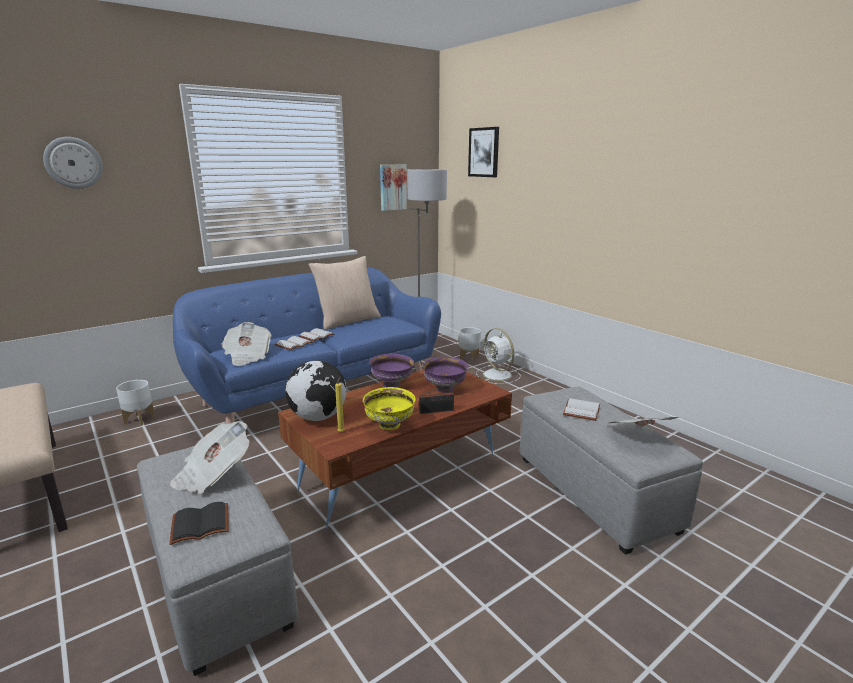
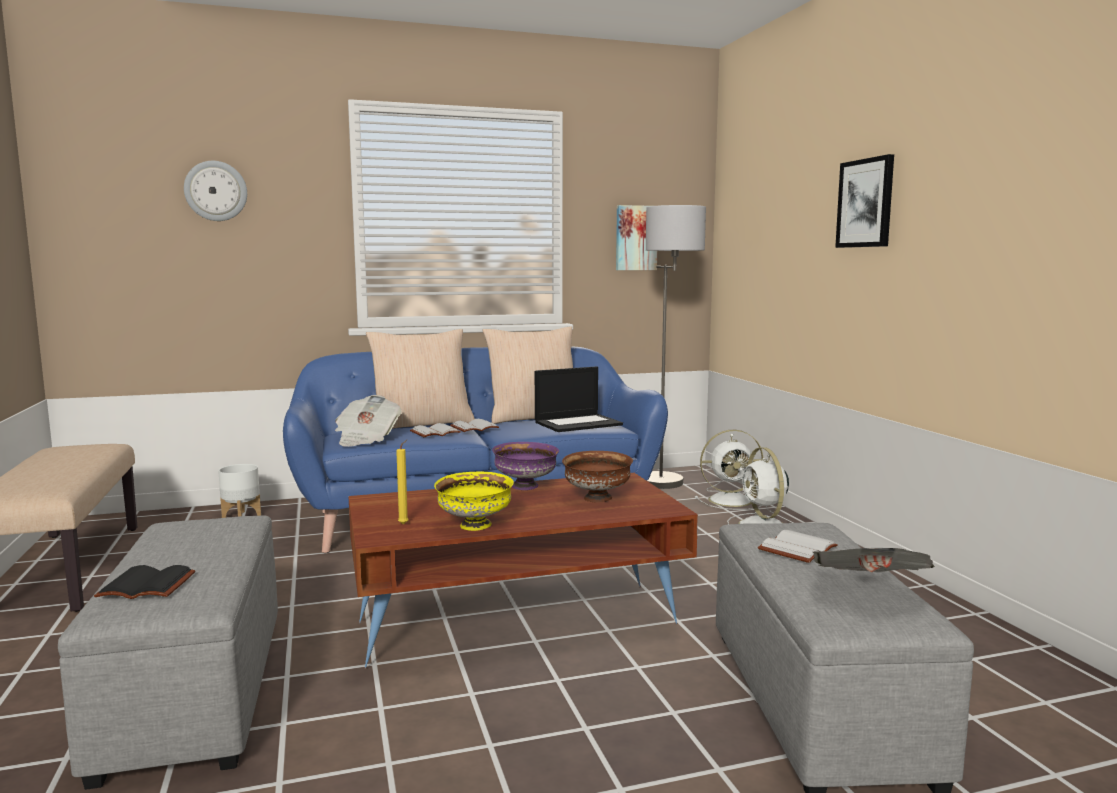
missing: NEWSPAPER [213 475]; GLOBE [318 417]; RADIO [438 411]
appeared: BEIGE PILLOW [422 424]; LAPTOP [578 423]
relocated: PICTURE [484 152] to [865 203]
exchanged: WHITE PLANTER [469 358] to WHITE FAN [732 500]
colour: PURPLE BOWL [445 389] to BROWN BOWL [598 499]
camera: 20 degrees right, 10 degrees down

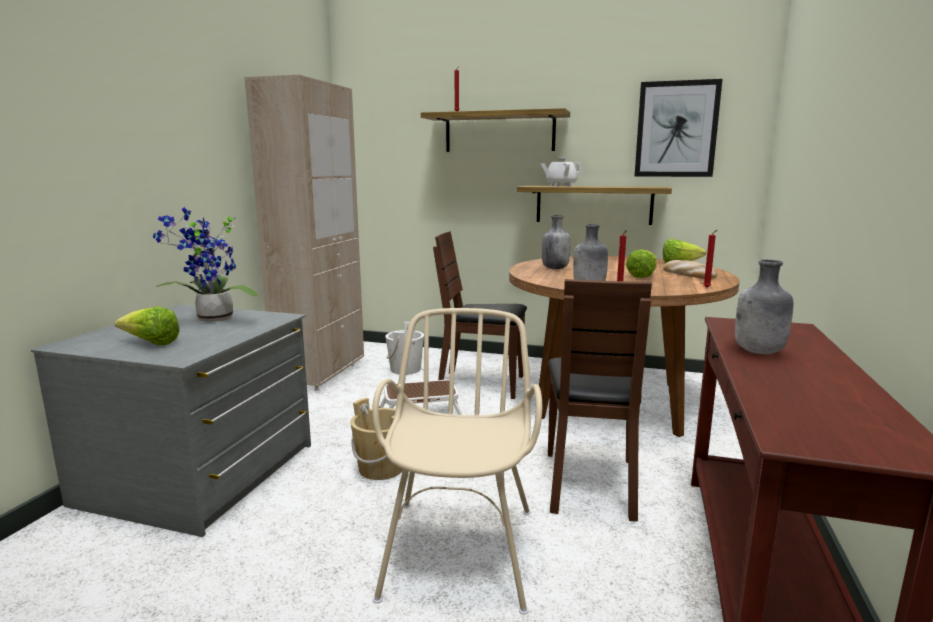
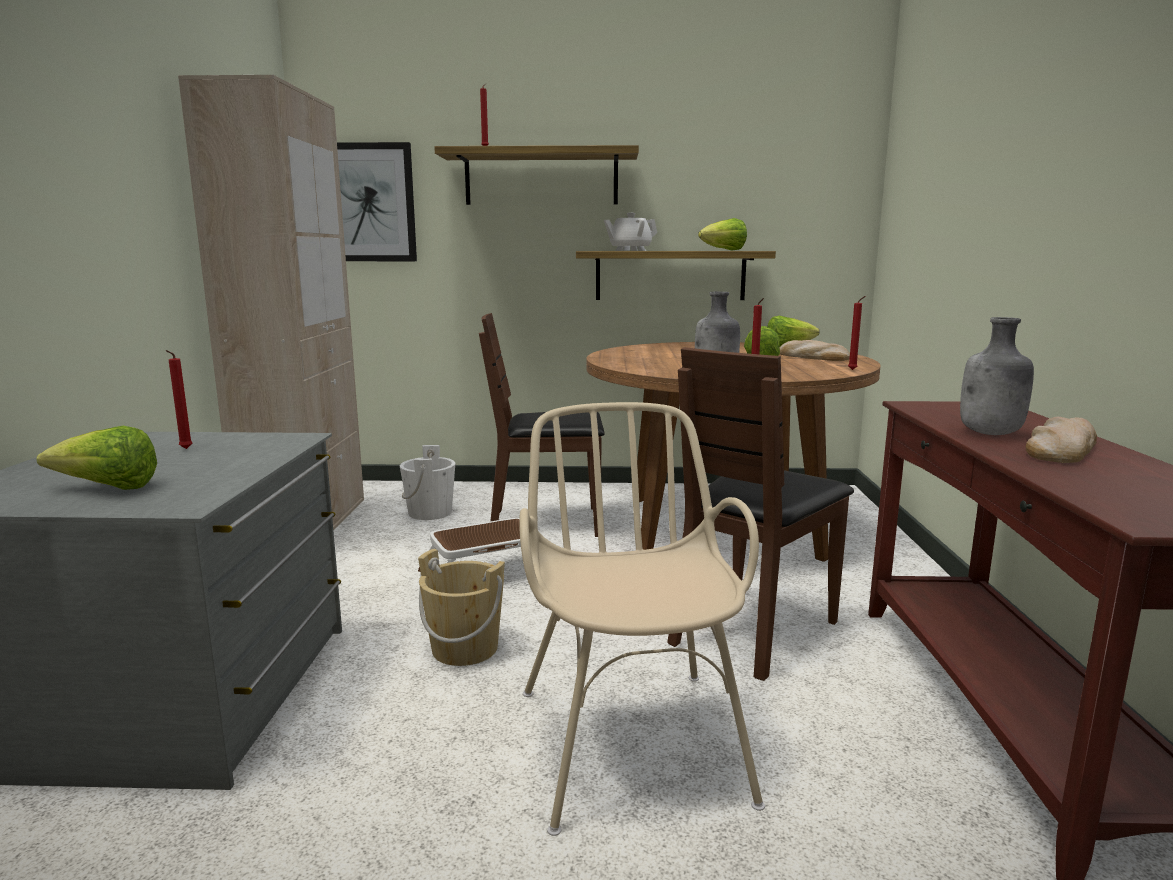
missing: GREY BOTTLE [555 268]
appeared: LETTUCE [724 250]; BREAD [1060 448]
relocated: PICTURE [676 129] to [368 203]
exchanged: POTTED PLANT [212 320] to RED CANDLE [184 449]
spun: BROWN CHAIR [590 483] = [752 631] 45 degrees clockwise
camera: 15 degrees left, 0 degrees up

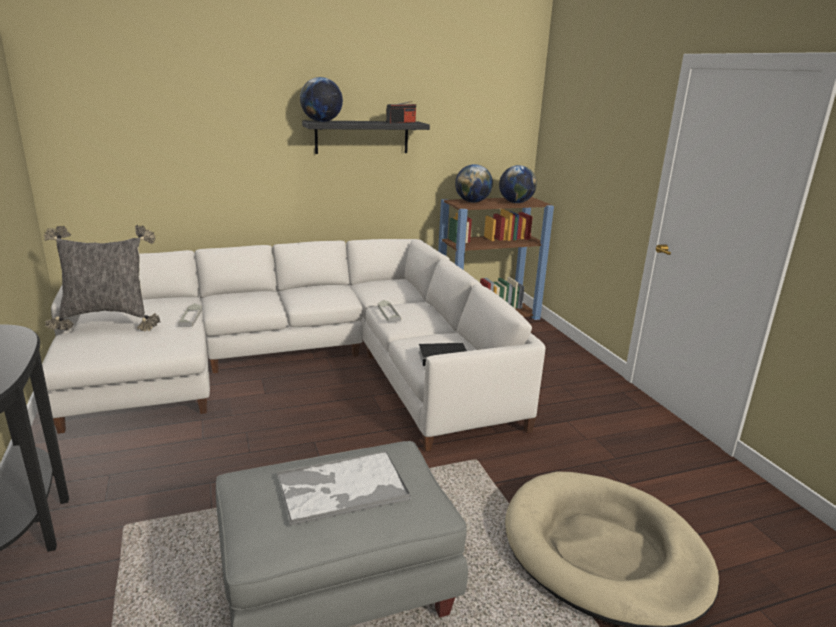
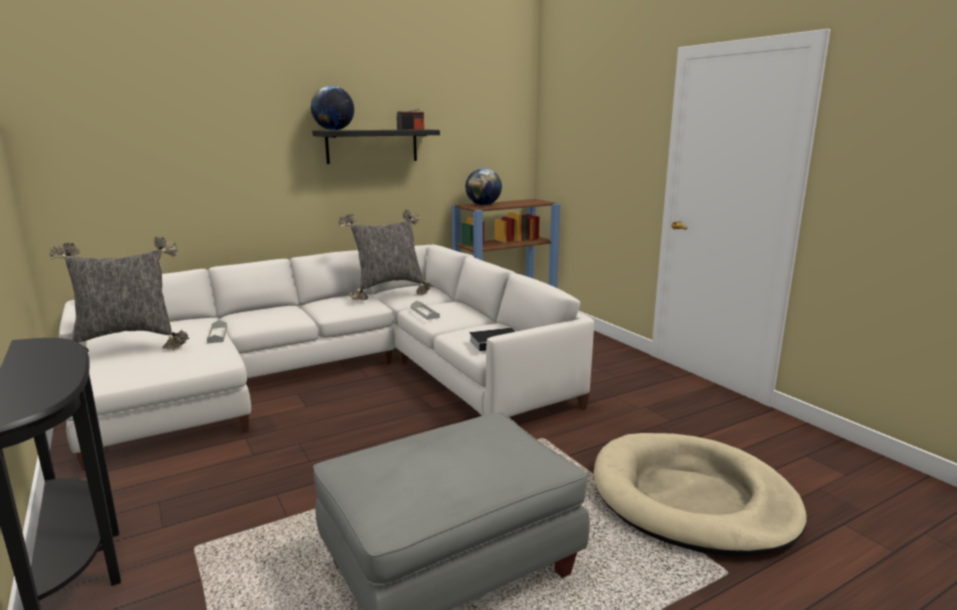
missing: TRAY [341 488]; GLOBE [515 202]
appeared: PILLOW [387 296]
camera: 10 degrees left, 5 degrees down

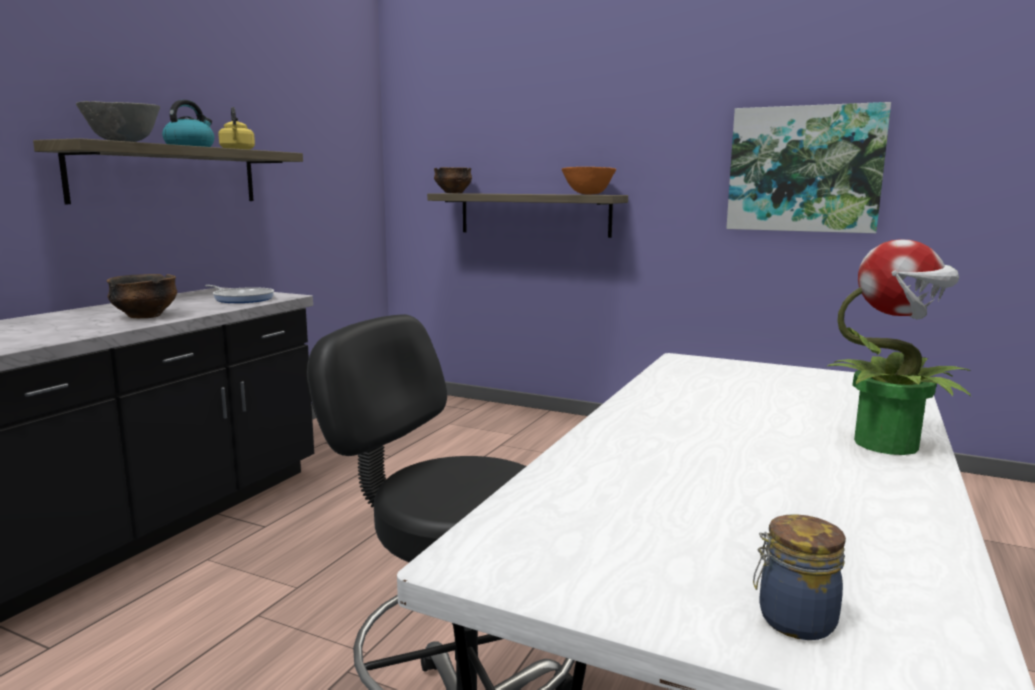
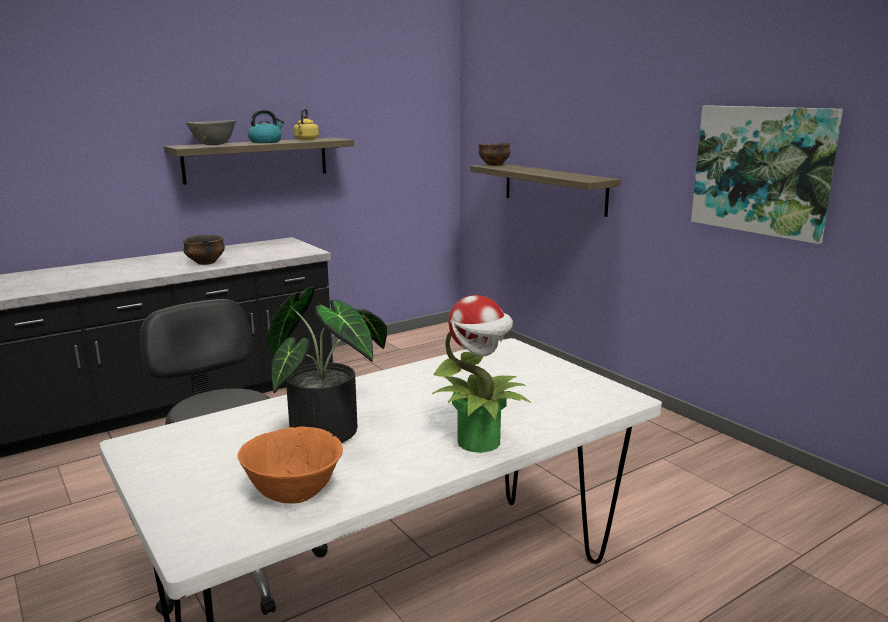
missing: FRYING PAN [242 299]; JAR [793 621]
appeared: POTTED PLANT [333 431]
relocated: ORANGE BOWL [588 194] to [293 493]
camera: 30 degrees right, 5 degrees up

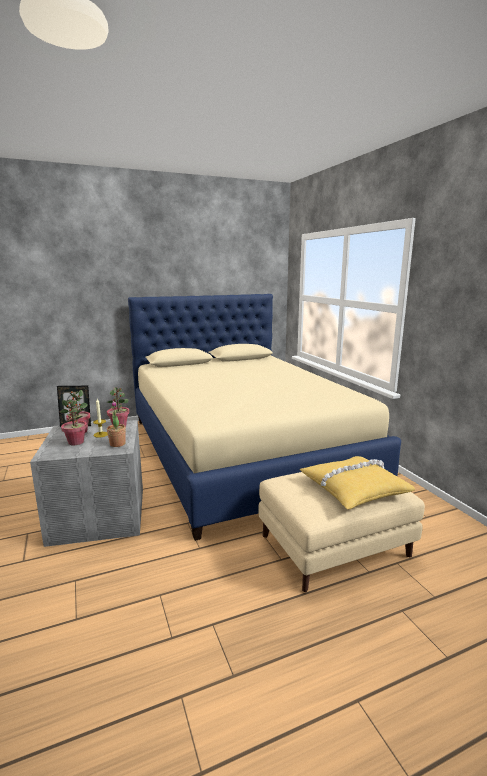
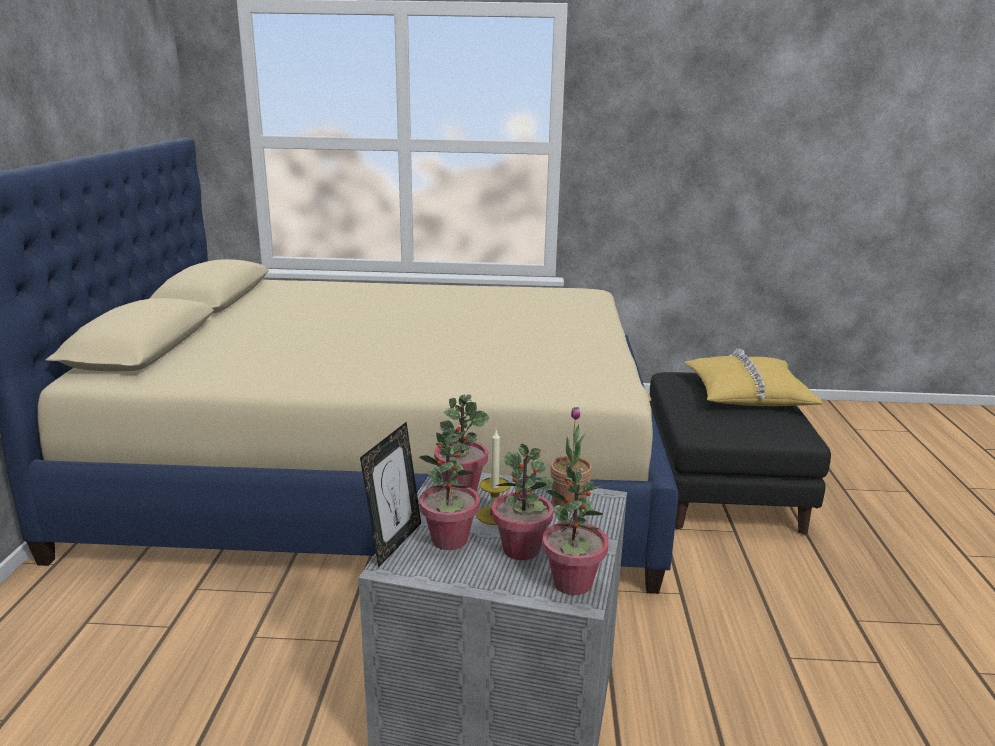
appeared: POTTED PLANT [572 583]
colour: BEIGE OTTOMAN [335 545] to BLACK OTTOMAN [719 485]
camera: 65 degrees left, 5 degrees up

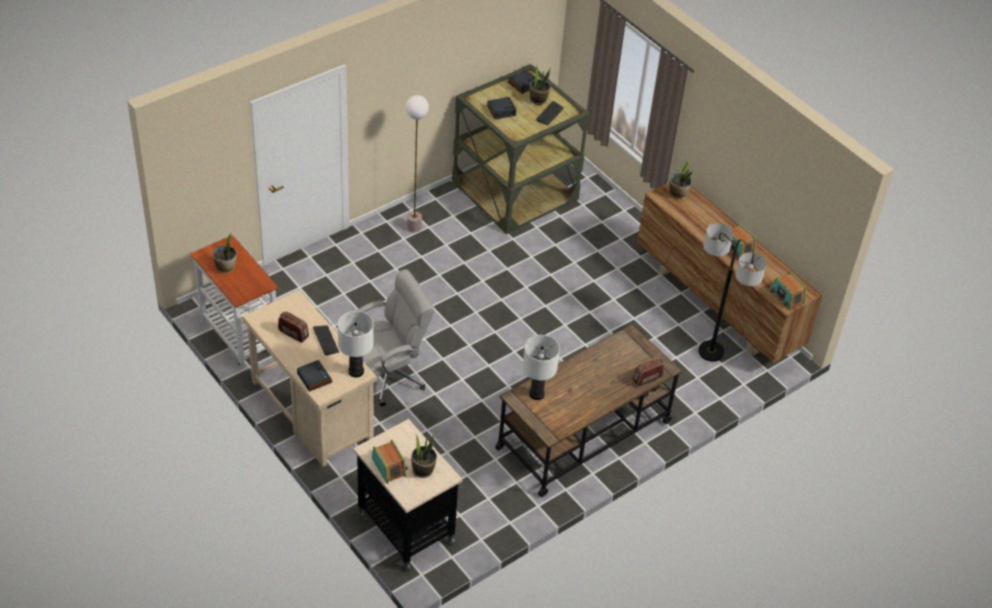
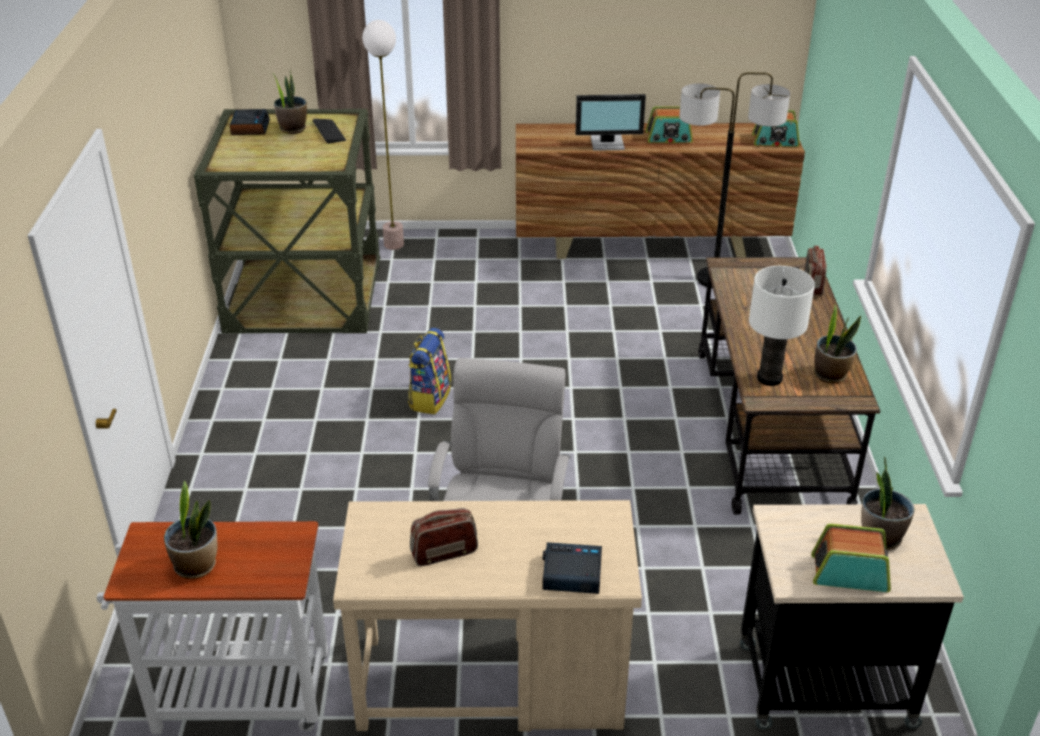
missing: KEYBOARD [326 340]; WHITE TABLE LAMP [355 371]; ALARM CLOCK [501 110]
appeared: BACKPACK [429 398]; MONITOR [608 144]
relocated: FLOOR LAMP [414 227] to [393 244]; POTTED PLANT [678 194] to [830 374]
camera: 50 degrees left, 10 degrees down

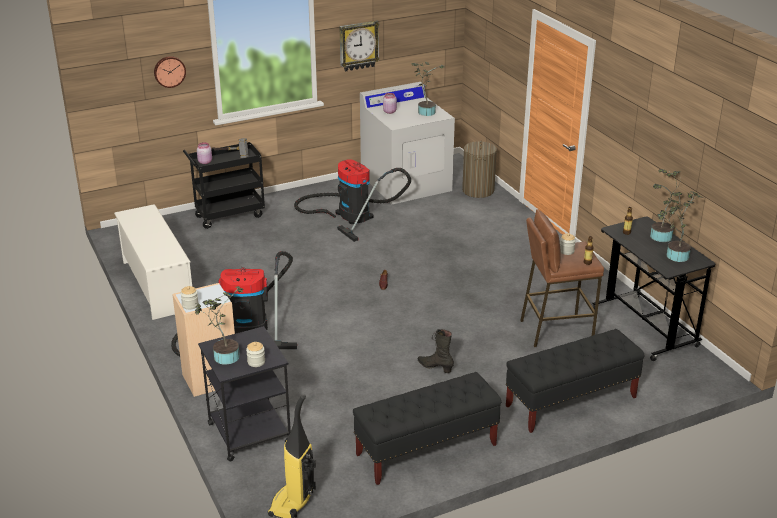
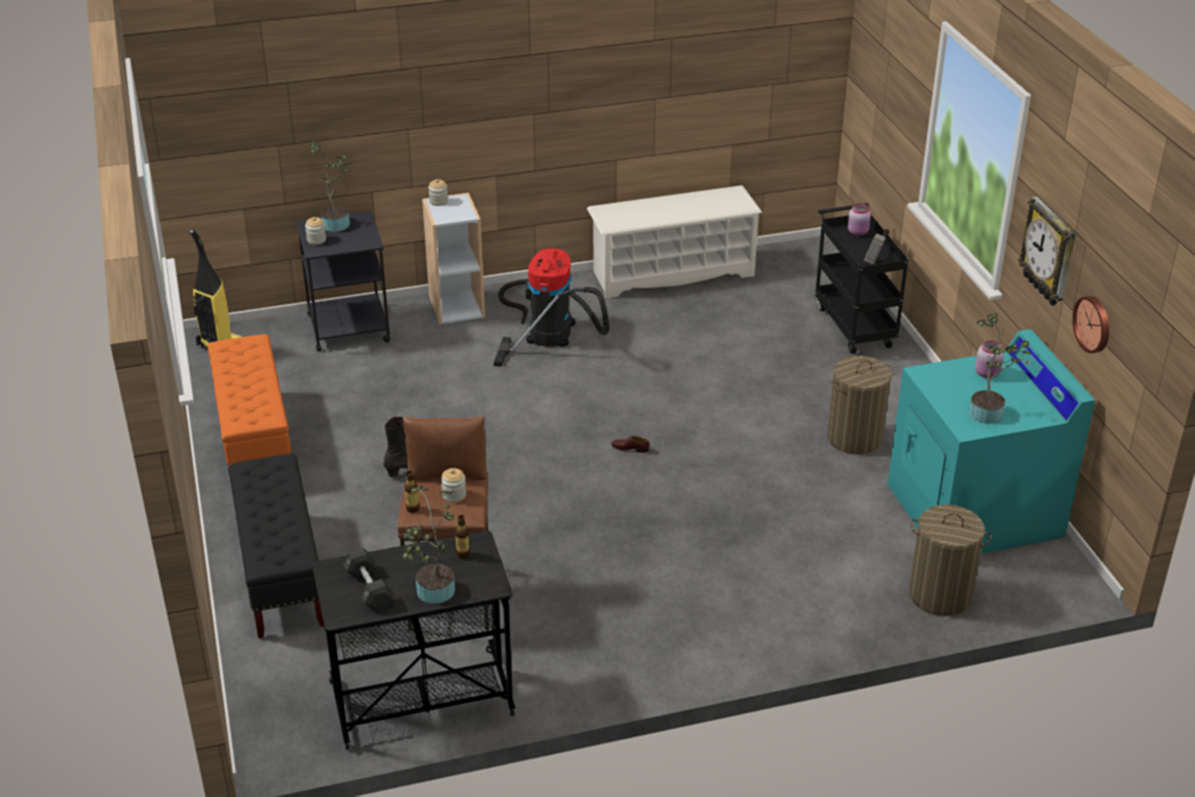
relocated: WALL CLOCK [169 71] to [1093 324]
exchanged: VACUUM CLEANER [351 214] to LAUNDRY BASKET [854 438]; POTTED PLANT [674 256] to BLACK DUMBBELL [369 588]
colour: BLACK BENCH [426 450] to ORANGE BENCH [255 440]; WHITE WASHING MACHINE [406 182] to TURQUOISE WASHING MACHINE [974 511]
camera: 100 degrees right, 5 degrees up

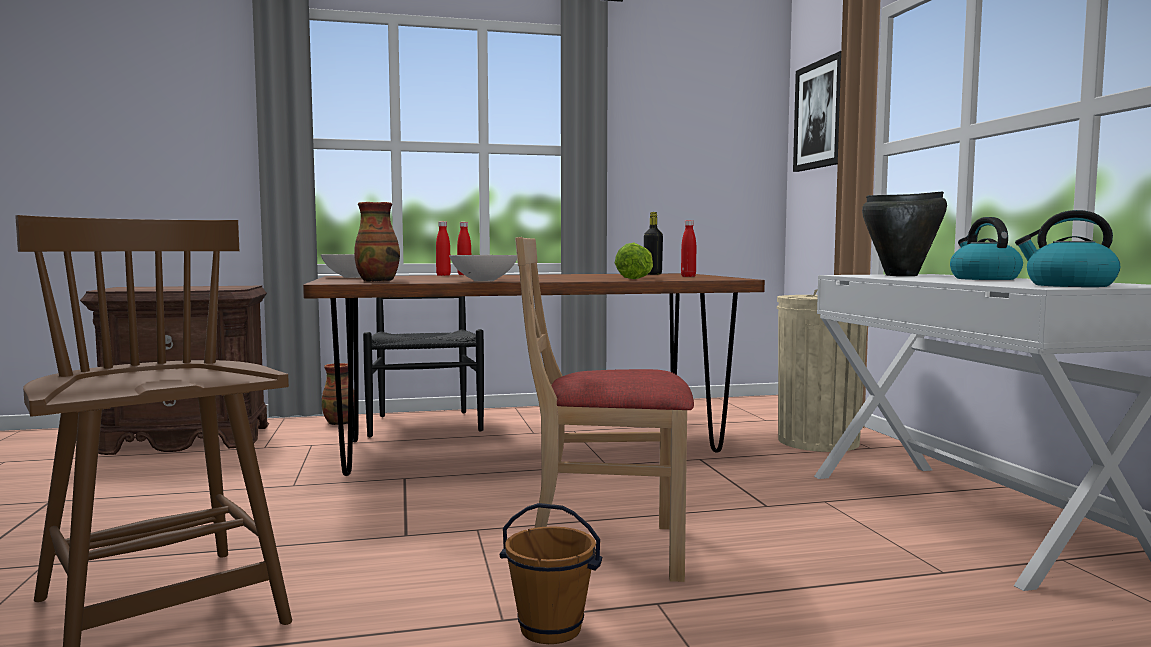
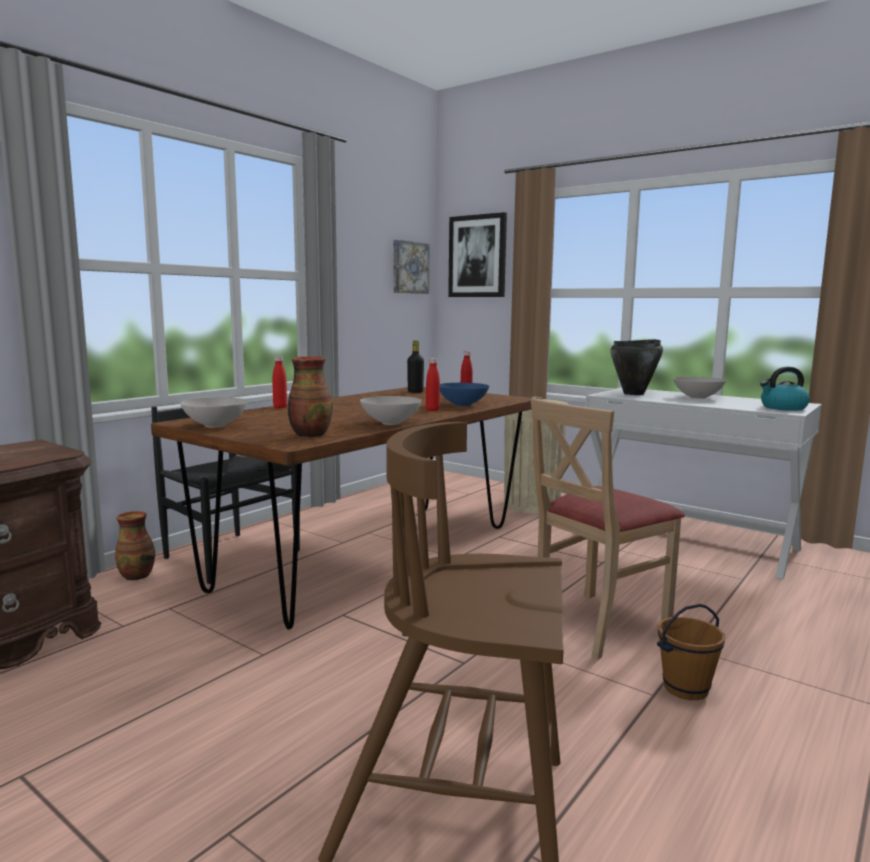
appeared: PICTURE [409 267]
relocated: RED BOTTLE [443 275] to [432 410]
exchanged: LETTUCE [636 278] to BLUE BOWL [462 405]; KETTLE [983 279] to WHITE BOWL [697 397]
camera: 40 degrees left, 5 degrees up

